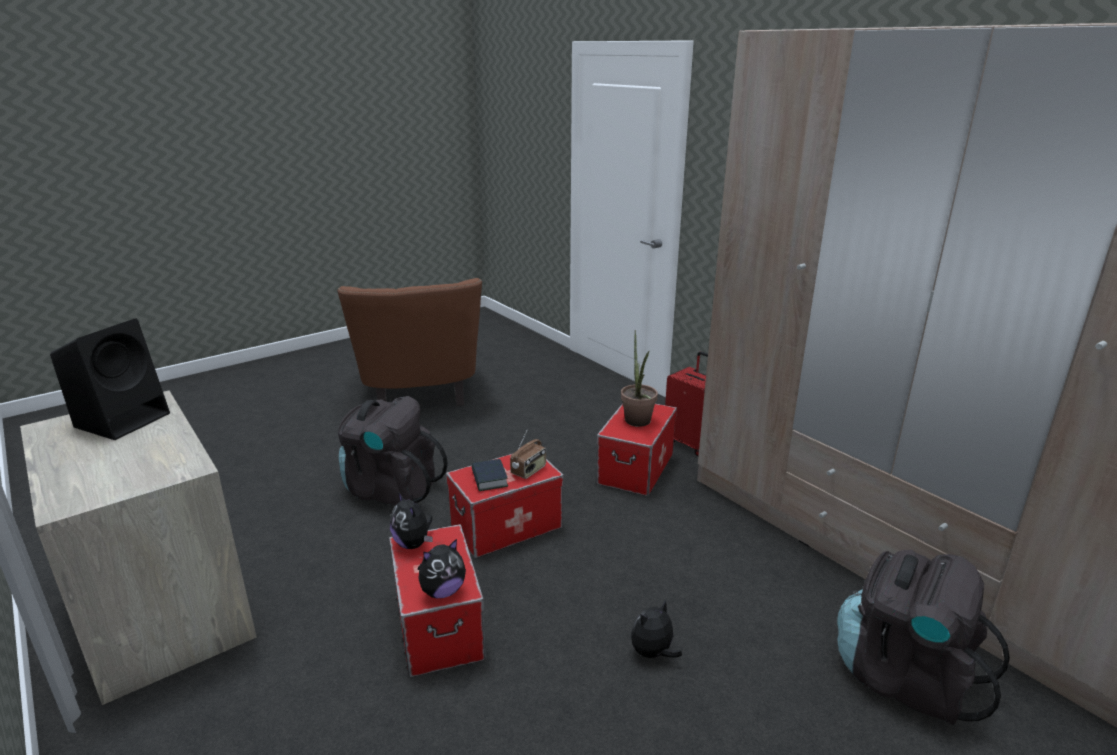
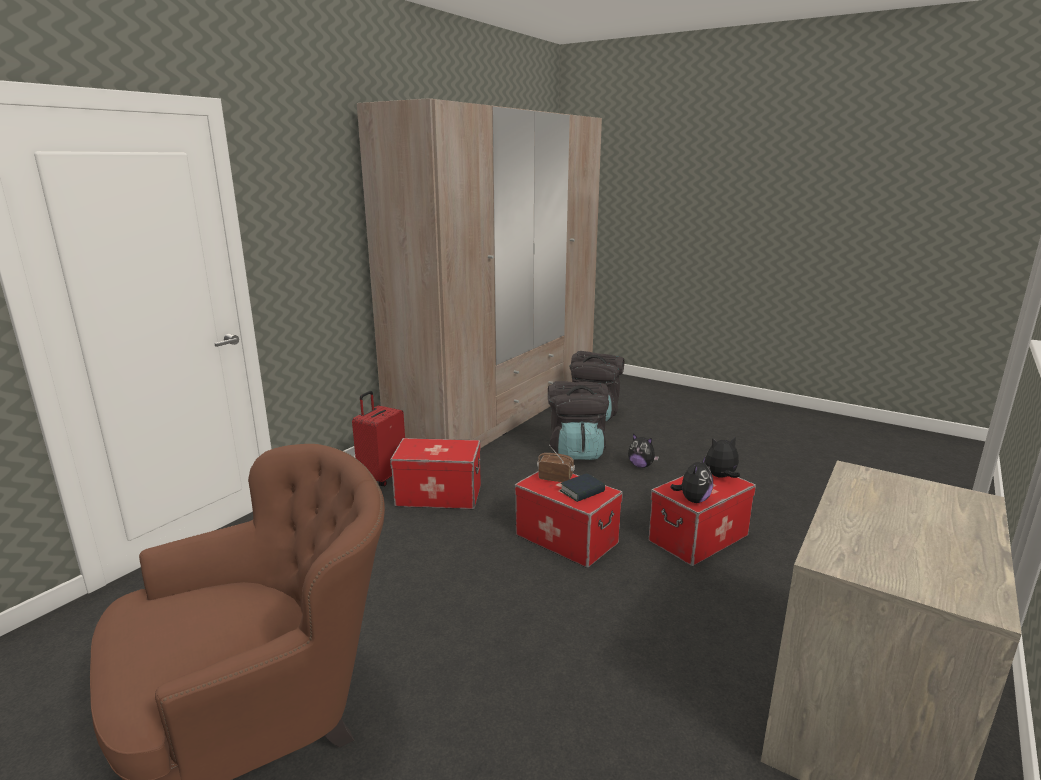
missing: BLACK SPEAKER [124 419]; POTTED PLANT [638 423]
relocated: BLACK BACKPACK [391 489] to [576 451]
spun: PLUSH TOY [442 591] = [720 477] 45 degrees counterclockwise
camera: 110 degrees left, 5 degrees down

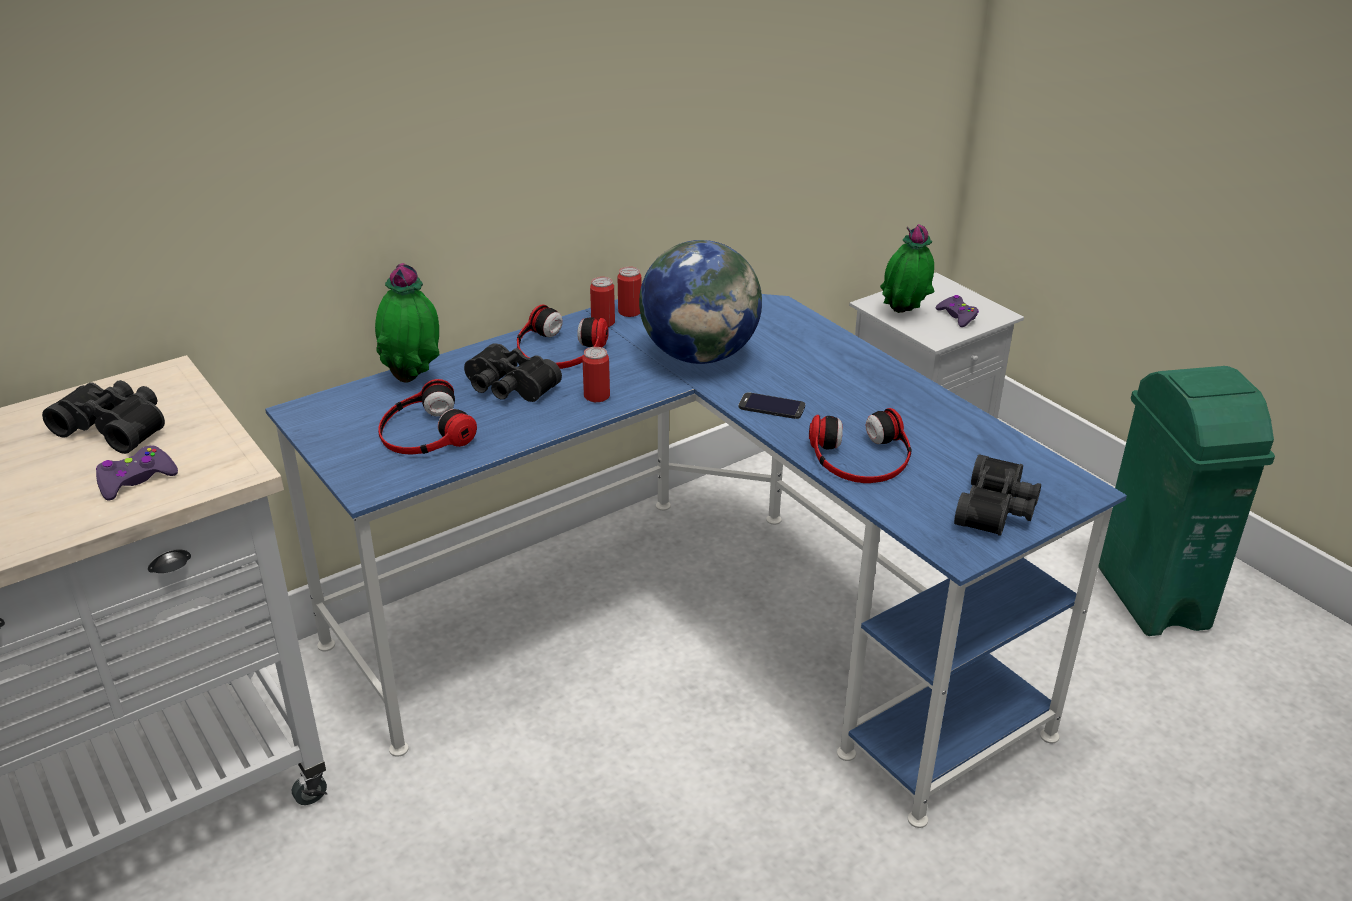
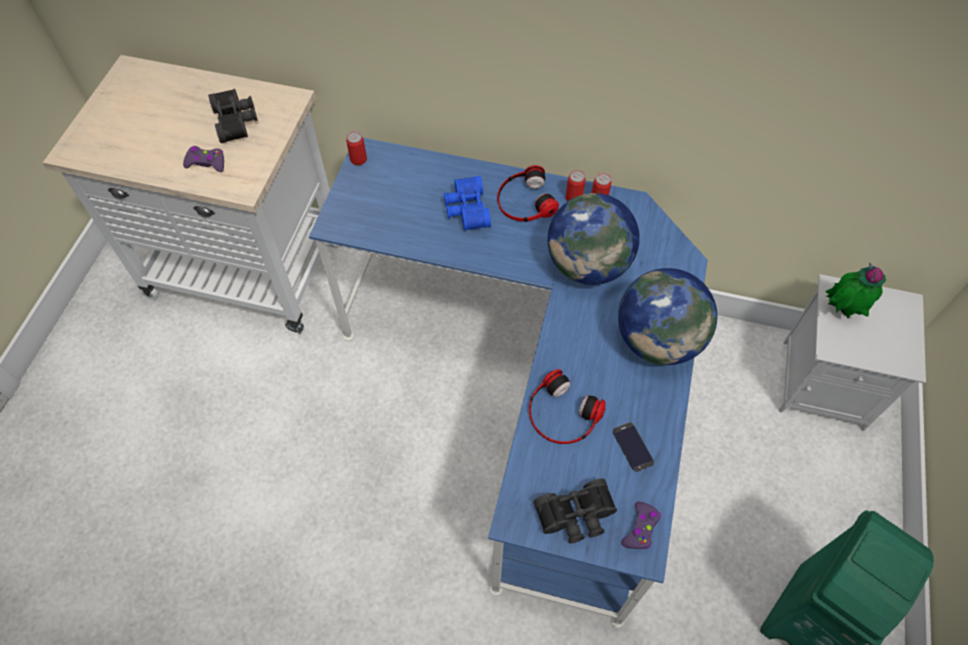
missing: POTTED PLANT [414 378]; HEADPHONES [424 432]
appeared: GLOBE [658 340]
relocated: CAN [596 396] to [358 159]; PHONE [771 406] to [633 447]; PURPLE GAME CONTROLLER [957 316] to [641 528]
colour: BLACK BINOCULARS [508 388] to BLUE BINOCULARS [466 209]
camera: 50 degrees right, 25 degrees up

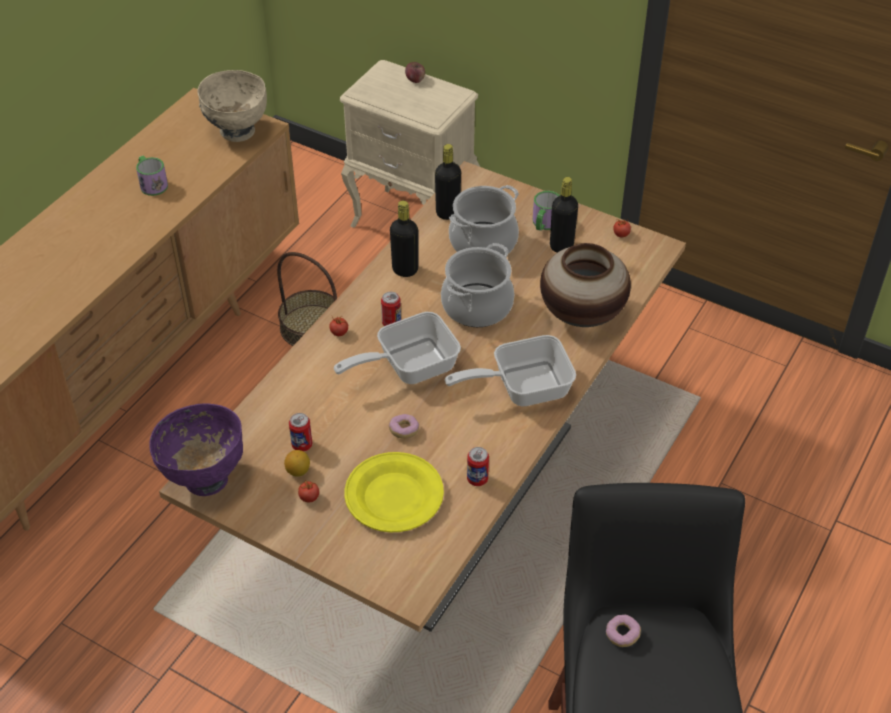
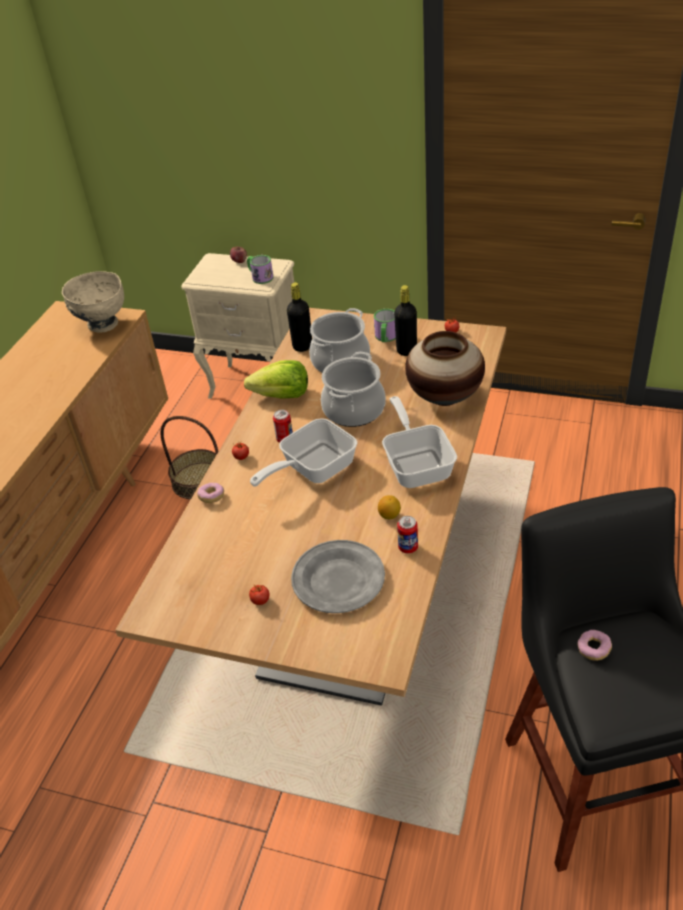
missing: PURPLE BOWL [205 478]; CAN [302 445]
relocated: MUG [152 184] to [260 277]; LEMON [298 471] to [389 515]; DONUT [404 430] to [211 497]
exchanged: BLACK BOTTLE [405 270] to LETTUCE [282 396]
colour: YELLOW PLATE [393 496] to GREY PLATE [338 580]
spun: FRYING PAN [521 387] = [417 464] 105 degrees clockwise
camera: 10 degrees left, 5 degrees down

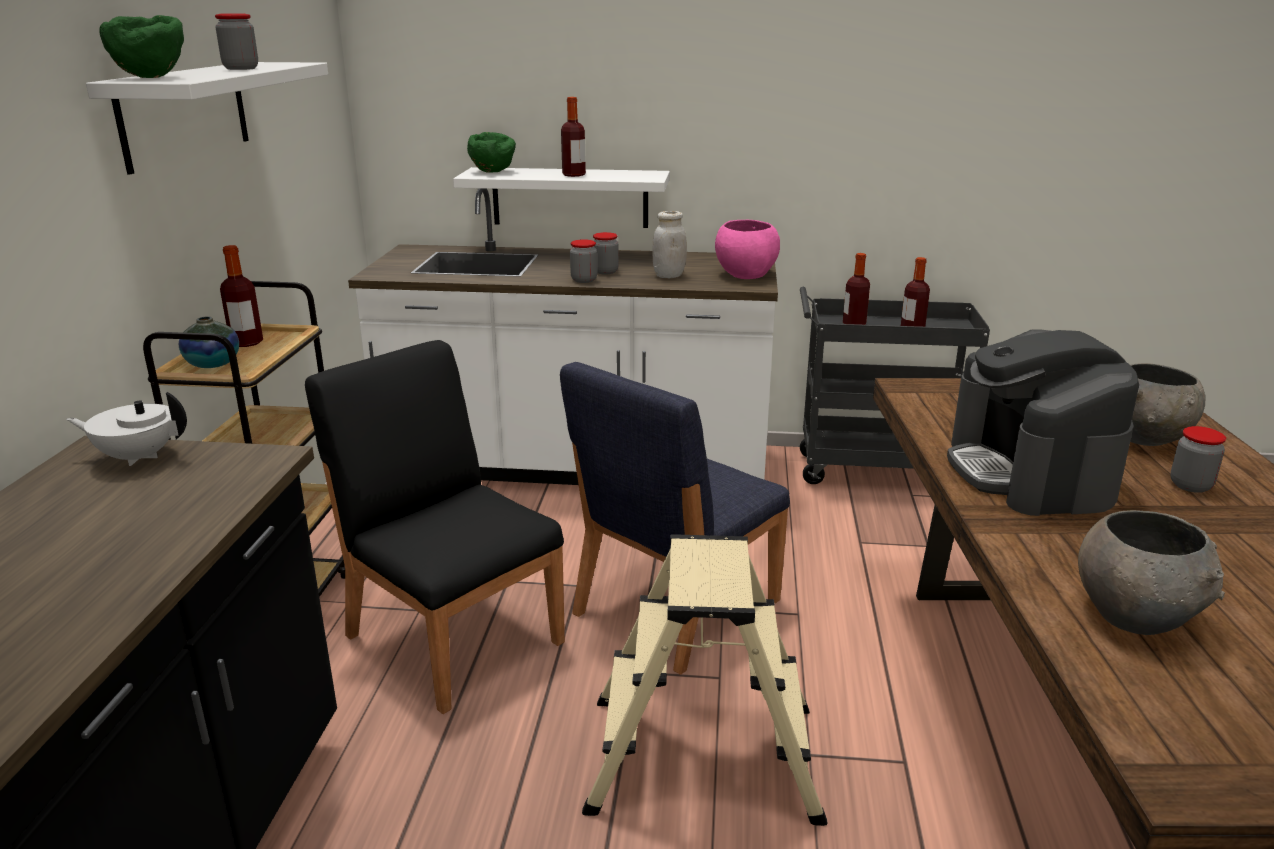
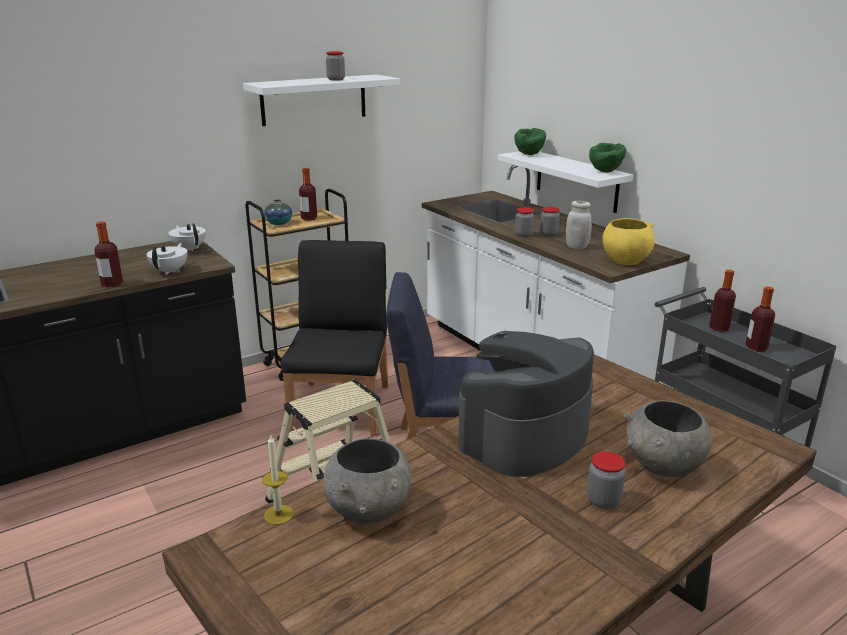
appeared: WHITE TEAPOT [170 271]; CANDLE [278 515]
relocated: GREEN BOWL [151 78] to [605 172]; BOTTLE [574 175] to [112 284]
colour: PINK BOWL [745 275] to YELLOW BOWL [625 261]
camera: 50 degrees right, 0 degrees up

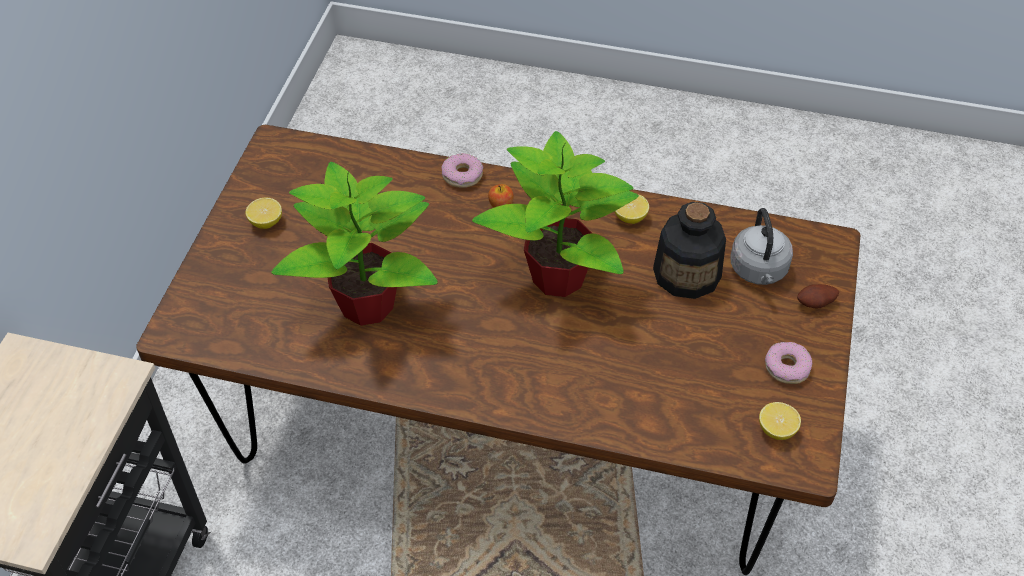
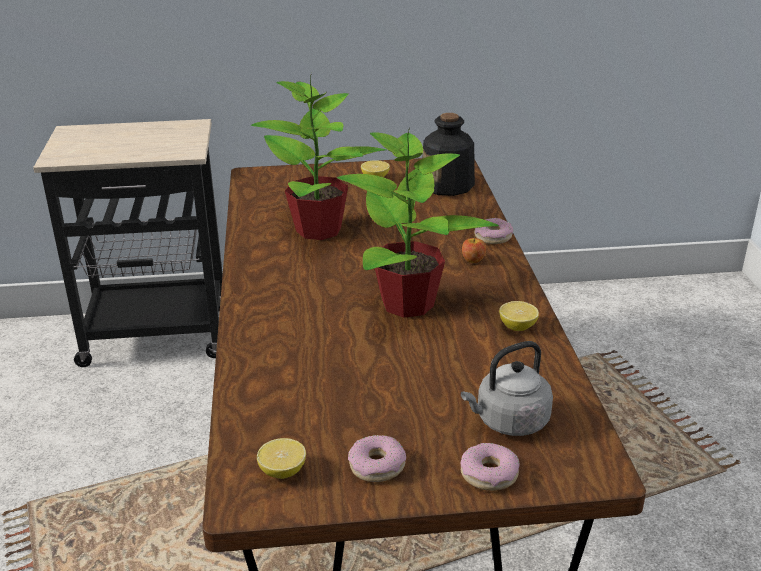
relocated: BOTTLE [687 274] to [448 185]
exchanged: POTATO [816 304] to DONUT [489 474]
camera: 70 degrees right, 20 degrees down

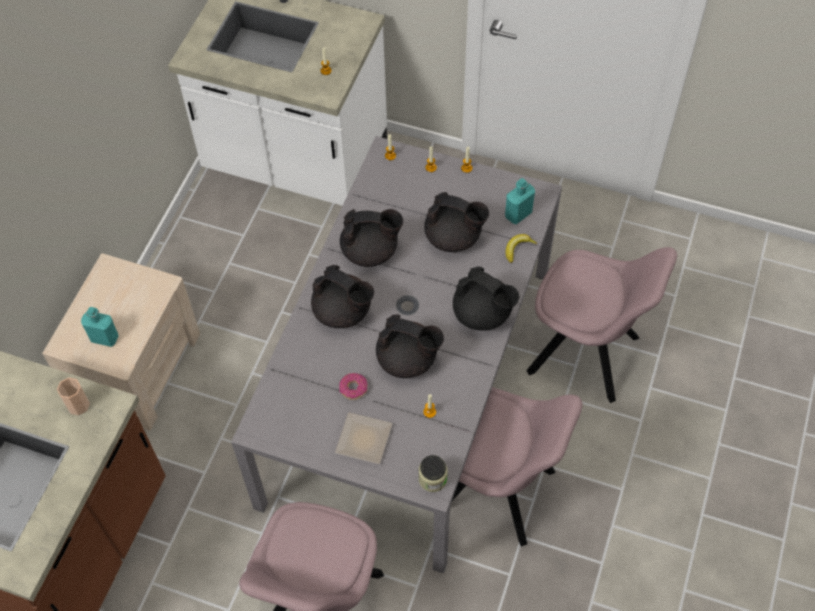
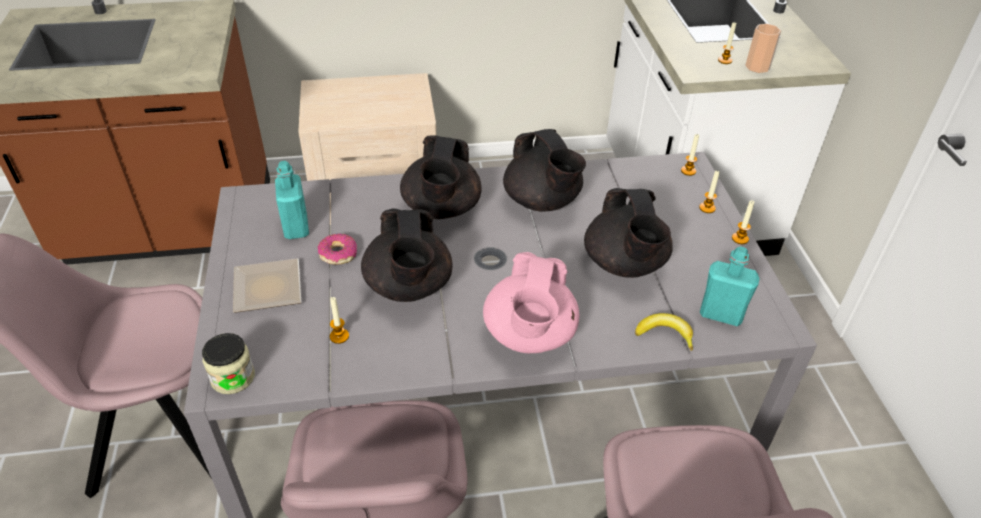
relocated: CUP [78 405] to [757 67]; TURQUOISE BOTTLE [104 338] to [296 228]
colour: BLACK TEAPOT [483 314] to PINK TEAPOT [529 335]
camera: 60 degrees right, 15 degrees down

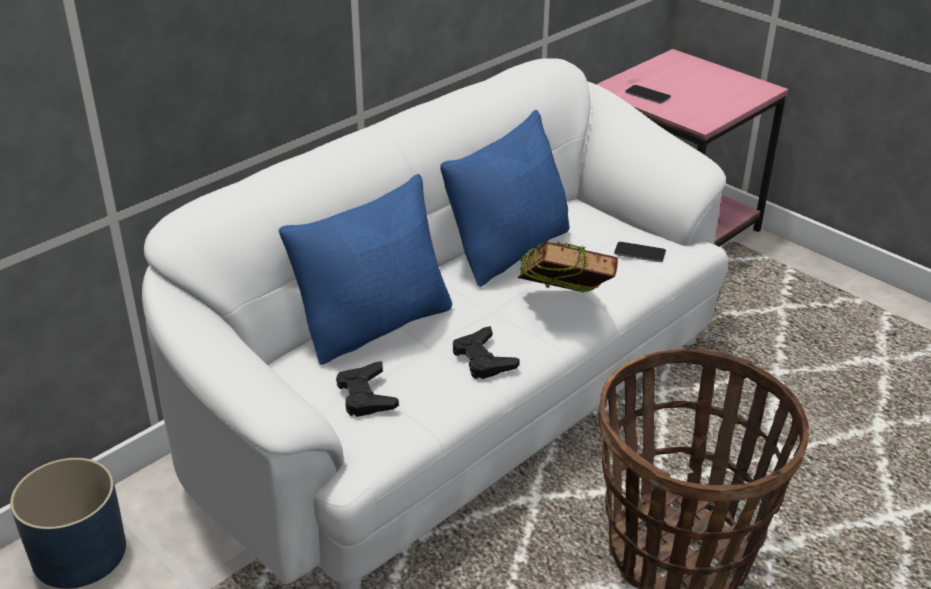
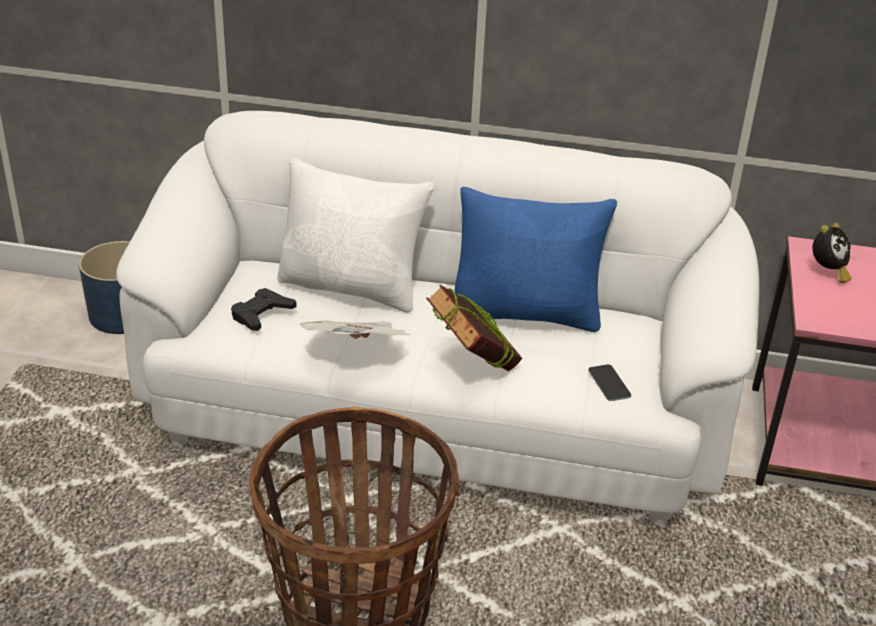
exchanged: BLACK GAME CONTROLLER [483 359] to NEWSPAPER [358 351]; PHONE [647 95] to ALARM CLOCK [827 272]
colour: BLUE PILLOW [376 325] to WHITE PILLOW [352 287]
camera: 55 degrees right, 0 degrees up

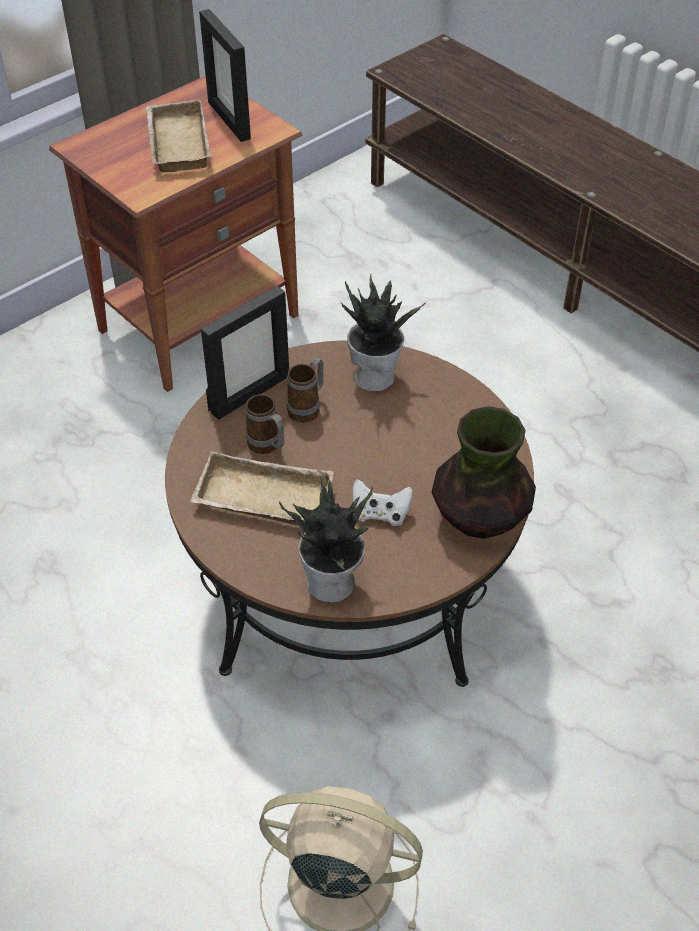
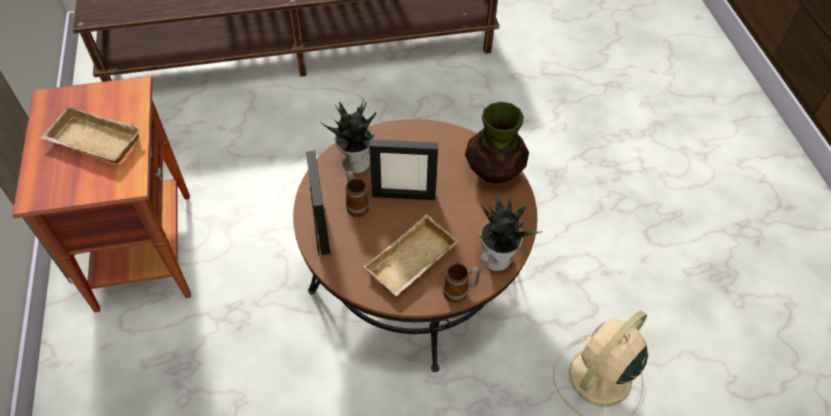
missing: WHITE GAME CONTROLLER [380 514]
relocated: PICTURE FRAME [230 120] to [404 194]; MUG [268 447] to [460 292]
camera: 60 degrees left, 5 degrees up

